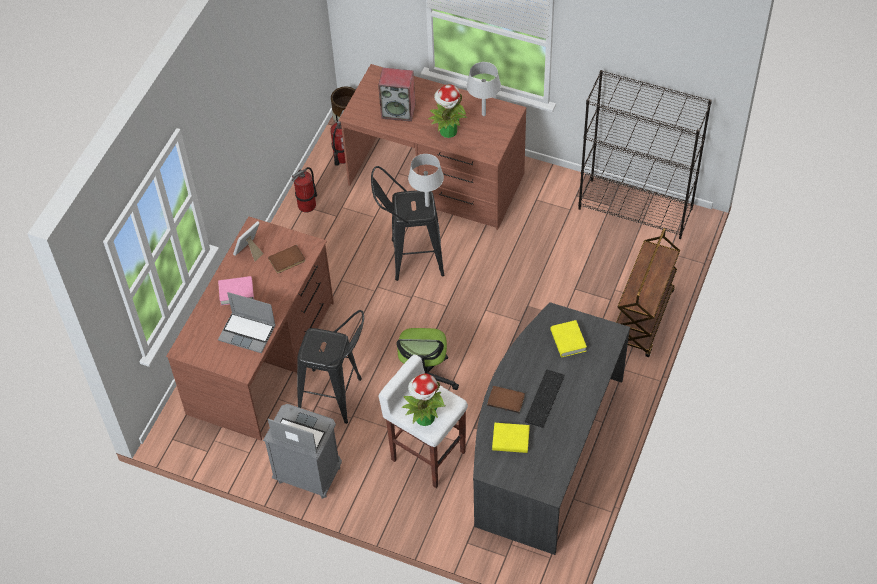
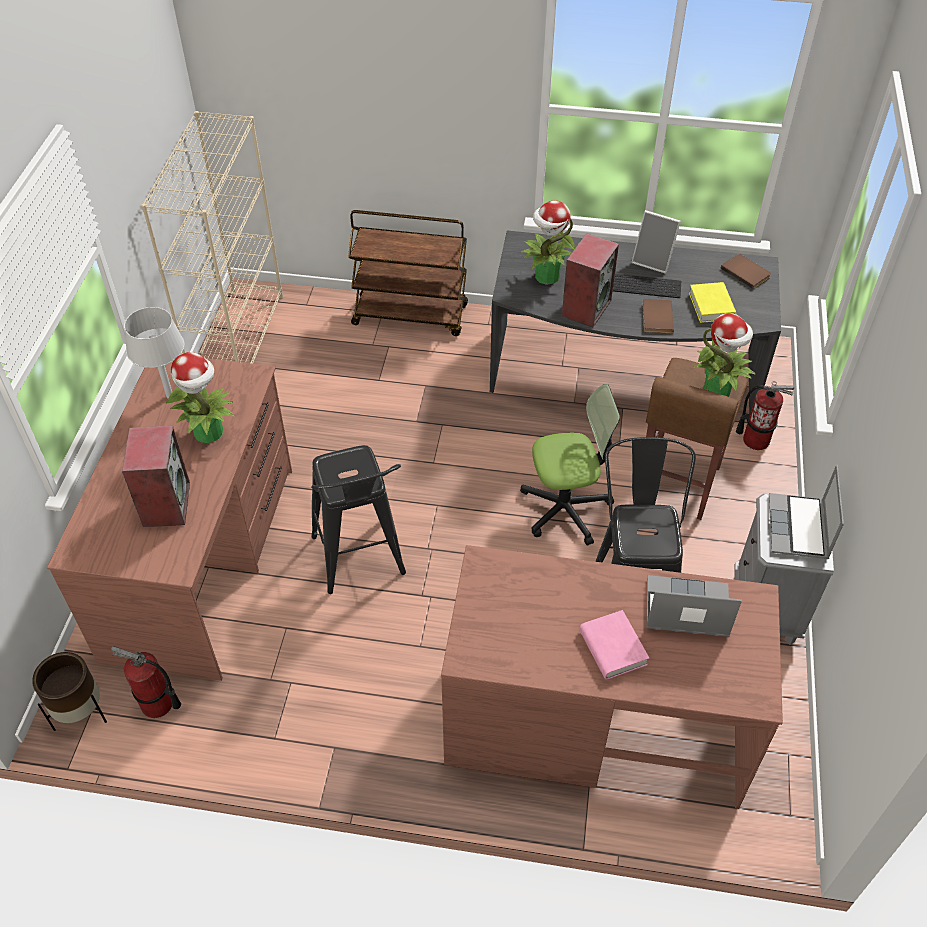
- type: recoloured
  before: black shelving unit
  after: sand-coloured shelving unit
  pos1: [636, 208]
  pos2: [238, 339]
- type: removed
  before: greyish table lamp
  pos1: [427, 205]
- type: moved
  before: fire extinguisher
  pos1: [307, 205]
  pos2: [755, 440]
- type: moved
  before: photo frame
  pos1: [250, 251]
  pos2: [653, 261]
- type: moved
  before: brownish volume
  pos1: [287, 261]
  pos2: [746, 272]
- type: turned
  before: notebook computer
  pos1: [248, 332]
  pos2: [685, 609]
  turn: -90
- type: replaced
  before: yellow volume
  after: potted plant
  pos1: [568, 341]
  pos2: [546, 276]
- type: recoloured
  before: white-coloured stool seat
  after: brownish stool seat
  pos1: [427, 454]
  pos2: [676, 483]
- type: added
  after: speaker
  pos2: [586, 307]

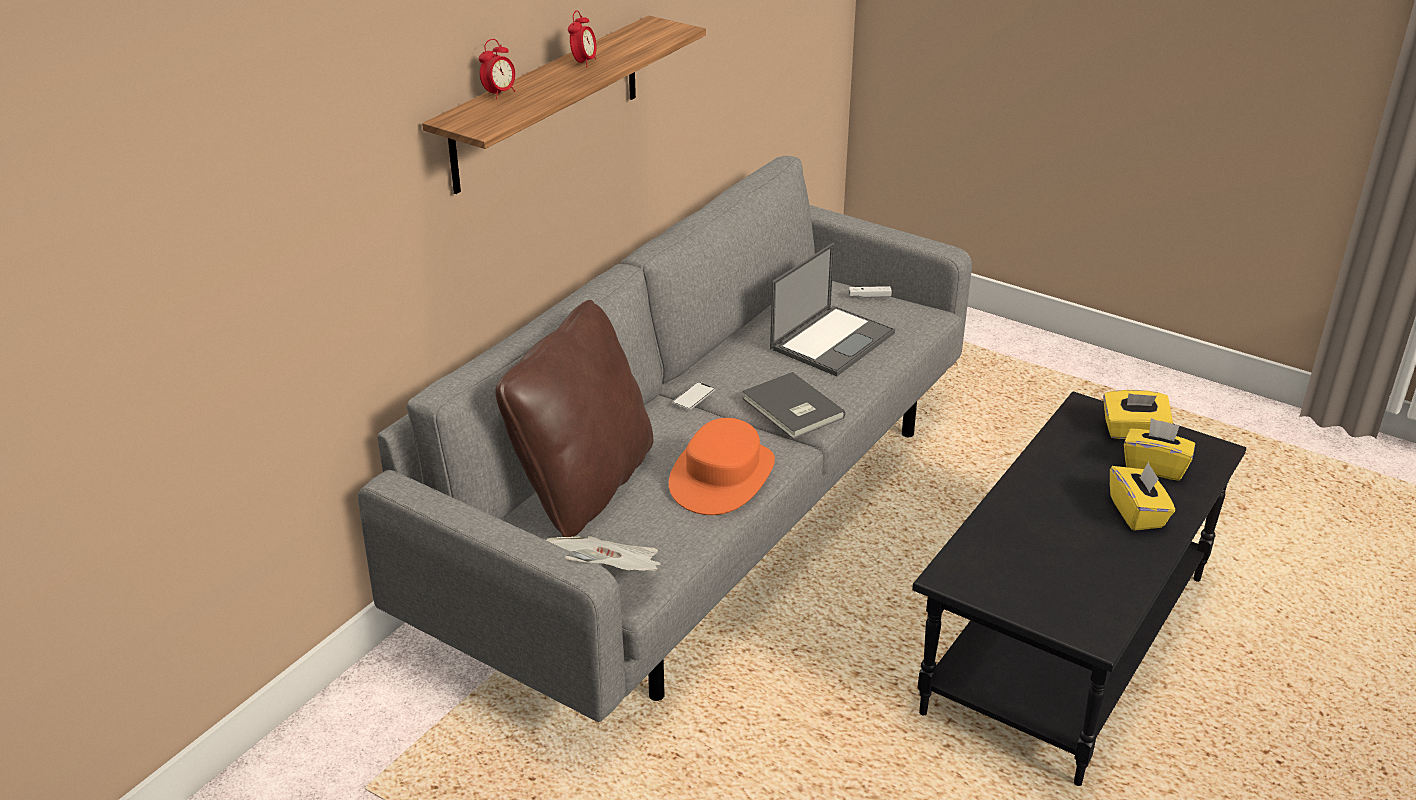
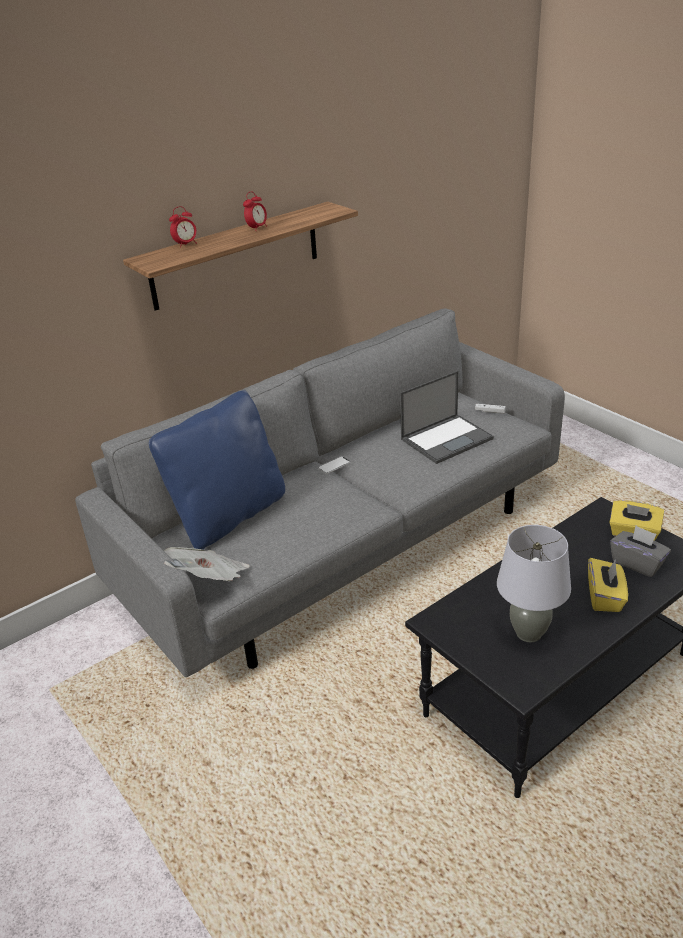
- type: recoloured
  before: brownish throw pillow
  after: blue throw pillow
  pos1: [583, 487]
  pos2: [229, 516]
- type: removed
  before: greyish volume
  pos1: [791, 409]
- type: removed
  before: orange clothing hat
  pos1: [722, 476]
- type: recoloured
  before: yellow tissue box
  after: greyish tissue box
  pos1: [1155, 466]
  pos2: [637, 563]
- type: added
  after: greyish table lamp
  pos2: [528, 633]

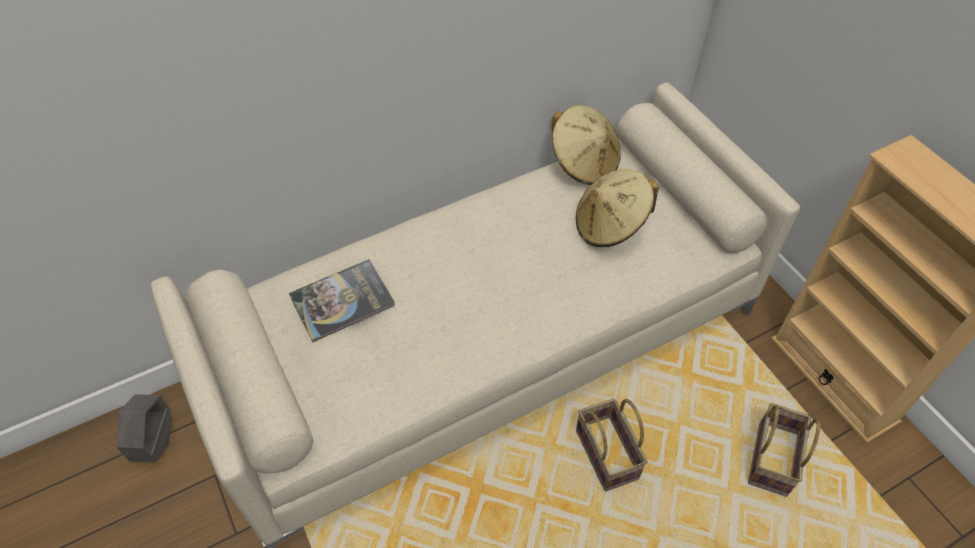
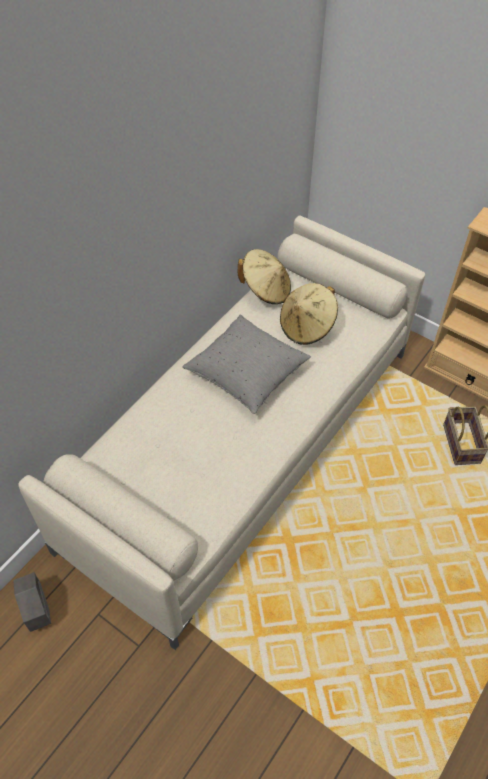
- type: removed
  before: volume
  pos1: [342, 300]
- type: removed
  before: storage basket
  pos1: [609, 455]
- type: added
  after: greyish throw pillow
  pos2: [246, 374]

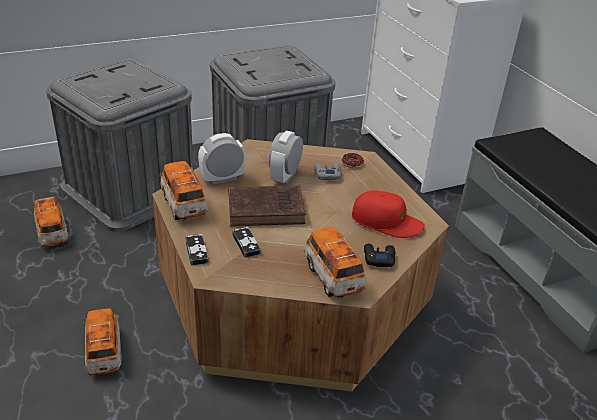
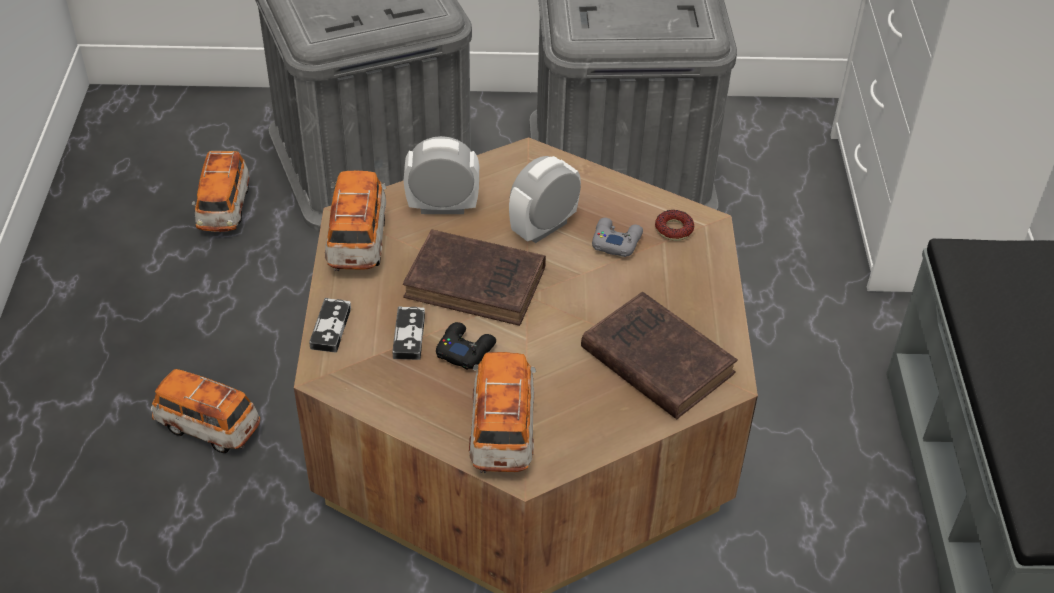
- type: replaced
  before: red-coloured peaked cap
  after: brownish volume
  pos1: [386, 222]
  pos2: [654, 359]
- type: moved
  before: black game controller
  pos1: [378, 258]
  pos2: [465, 350]
- type: turned
  before: miniature car
  pos1: [104, 353]
  pos2: [207, 426]
  turn: -75

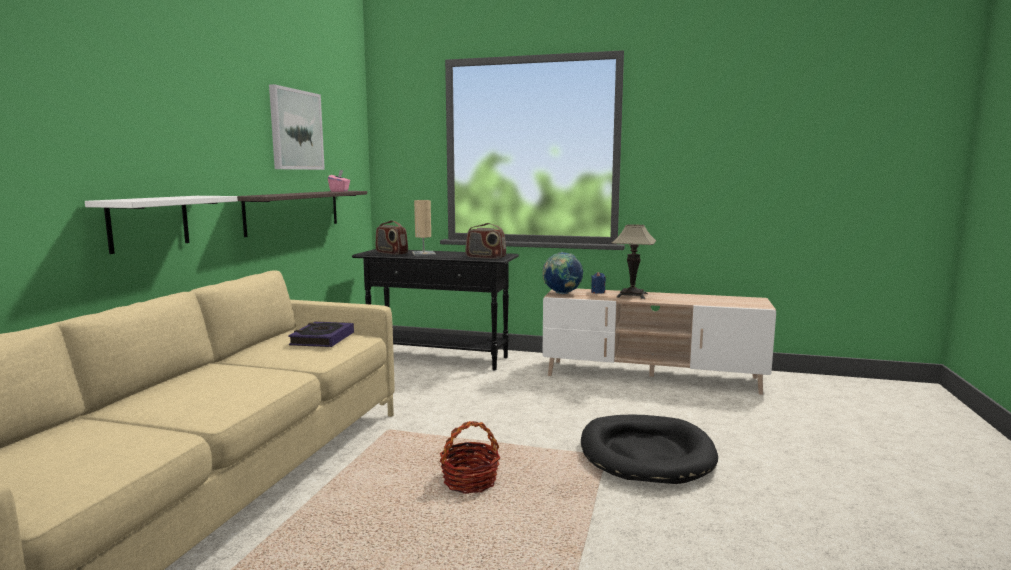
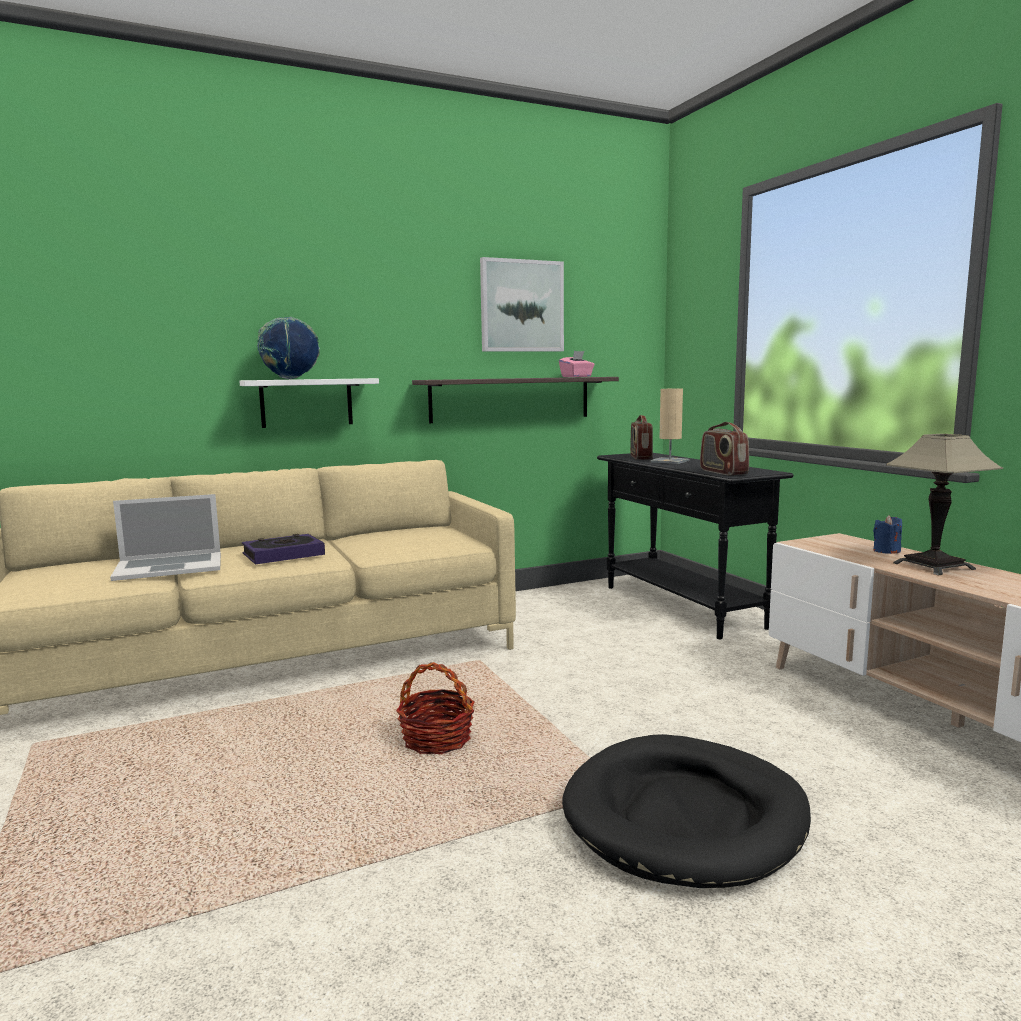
- type: moved
  before: world globe
  pos1: [562, 294]
  pos2: [290, 379]
- type: moved
  before: volume
  pos1: [322, 339]
  pos2: [283, 555]
- type: added
  after: notebook computer
  pos2: [169, 566]

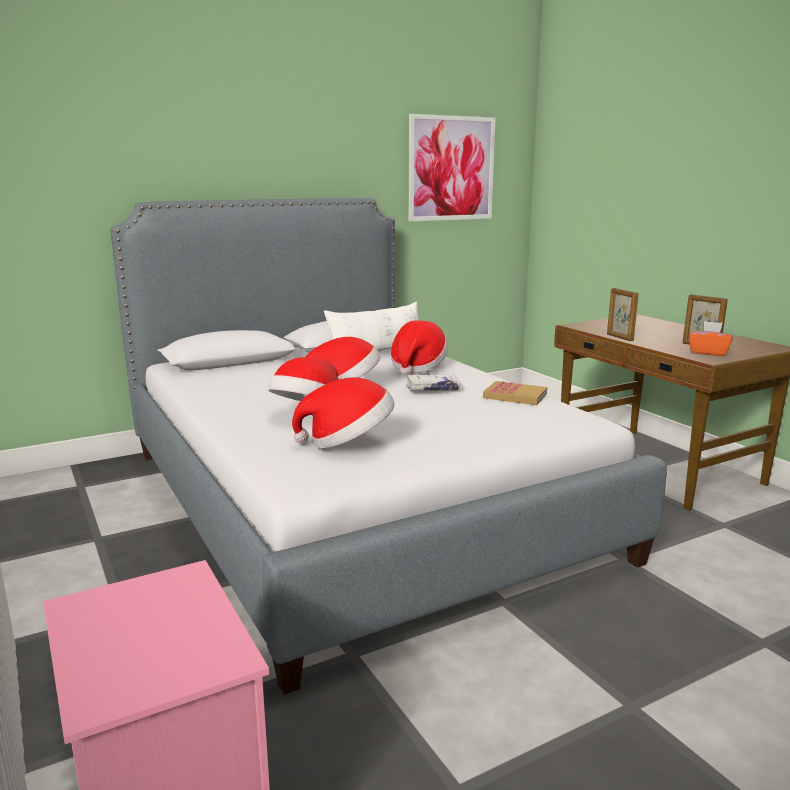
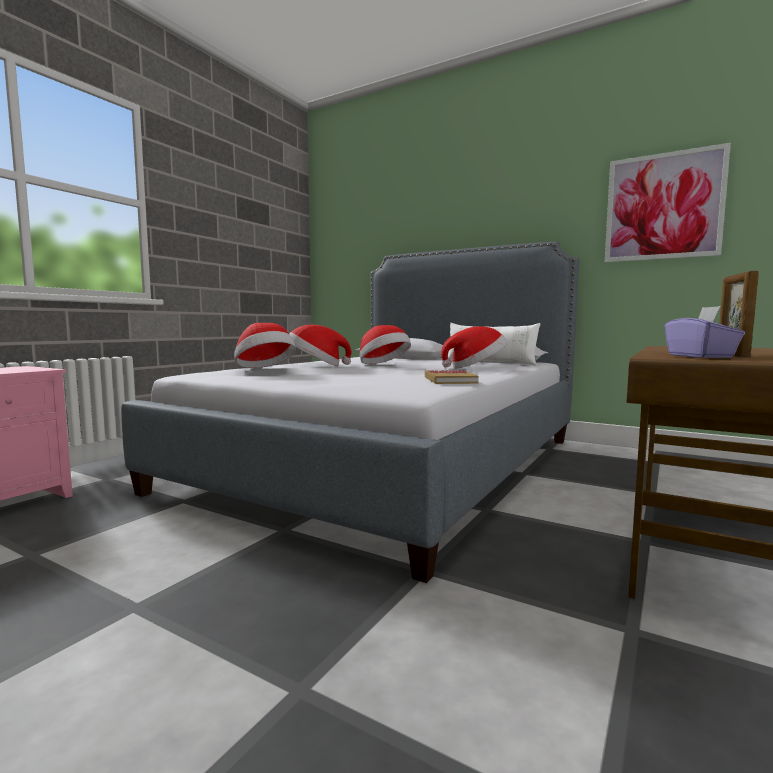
- type: removed
  before: photo frame
  pos1: [619, 337]
- type: recoloured
  before: orange tissue box
  after: purplish tissue box
  pos1: [708, 353]
  pos2: [700, 356]
- type: removed
  before: white-coloured volume
  pos1: [432, 389]

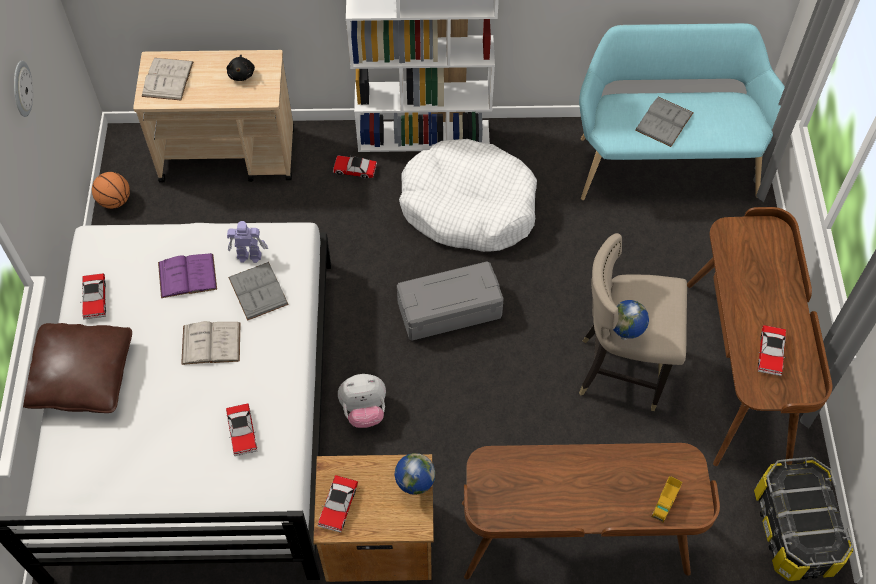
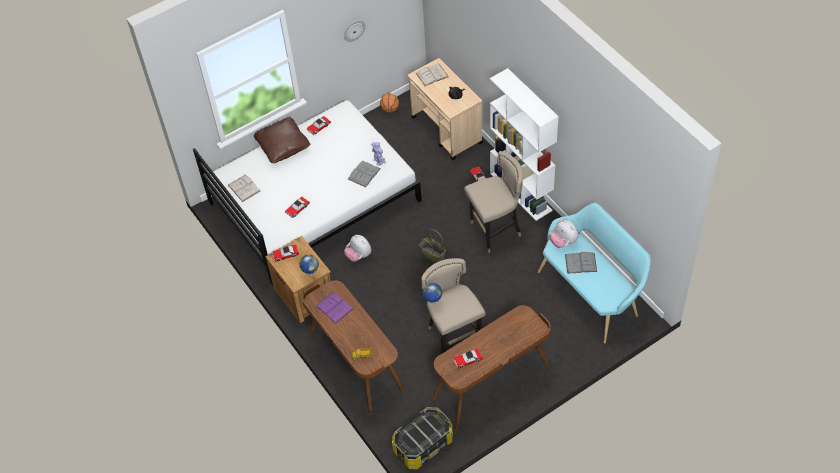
- type: replaced
  before: white-coloured dog bed
  after: sand-coloured stool seat
  pos1: [468, 206]
  pos2: [495, 231]
- type: moved
  before: purplish volume
  pos1: [187, 276]
  pos2: [334, 307]
- type: replaced
  before: greyish storage bin
  after: storage basket
  pos1: [449, 309]
  pos2: [433, 256]
- type: moved
  before: white-coloured volume
  pos1: [211, 343]
  pos2: [244, 188]
- type: added
  after: plush toy
  pos2: [563, 242]

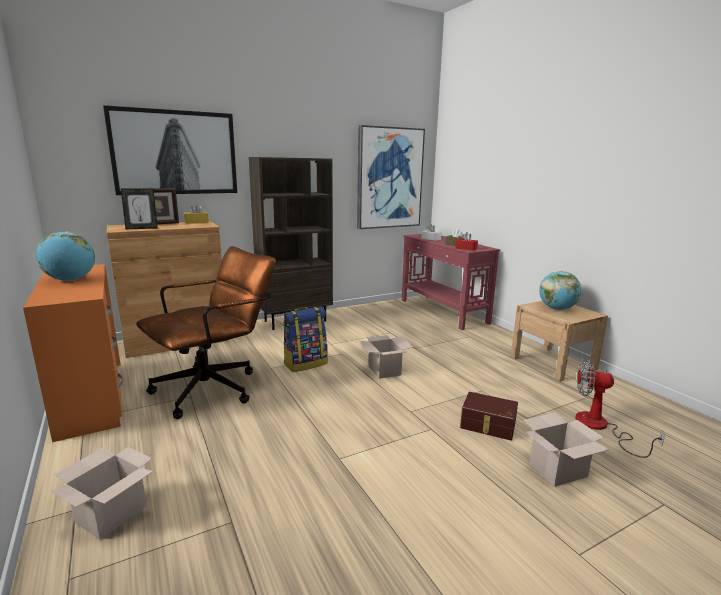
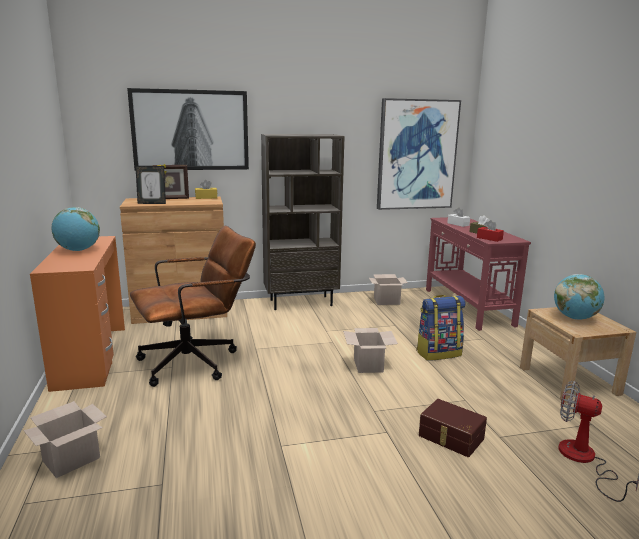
- type: moved
  before: backpack
  pos1: [305, 363]
  pos2: [438, 353]
- type: moved
  before: cardboard box
  pos1: [558, 469]
  pos2: [387, 301]

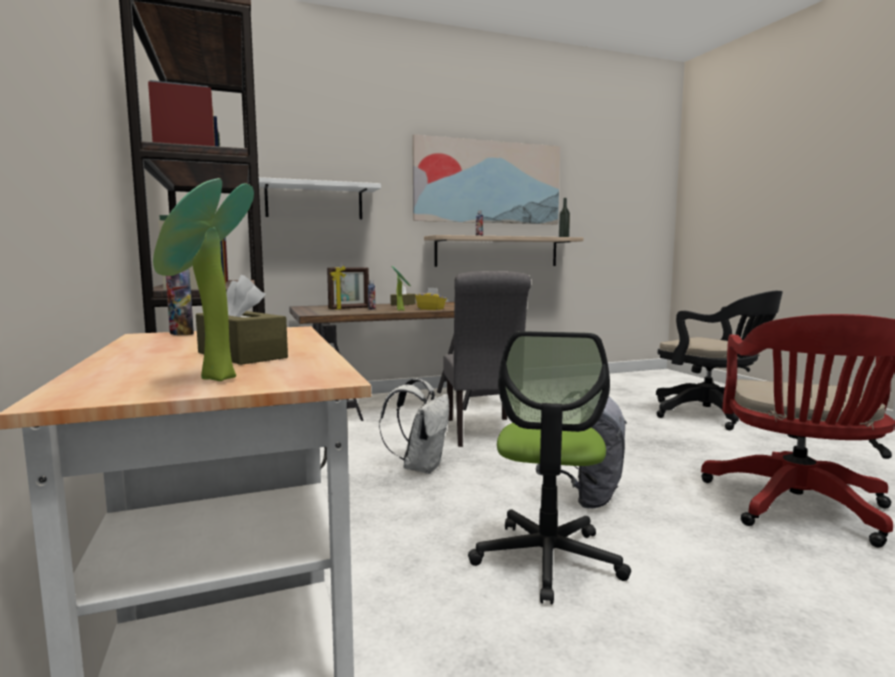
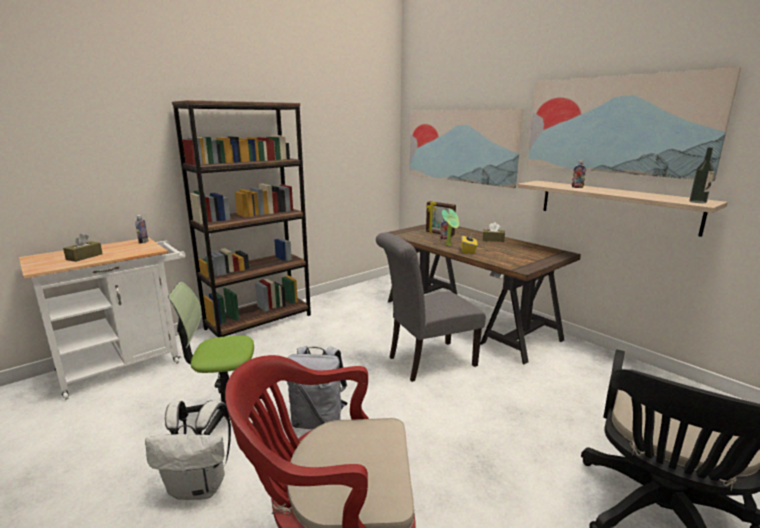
- type: replaced
  before: white-coloured shelf
  after: wall picture
  pos1: [314, 201]
  pos2: [460, 146]
- type: removed
  before: potted plant
  pos1: [210, 380]
- type: moved
  before: white-coloured backpack
  pos1: [421, 467]
  pos2: [199, 487]

